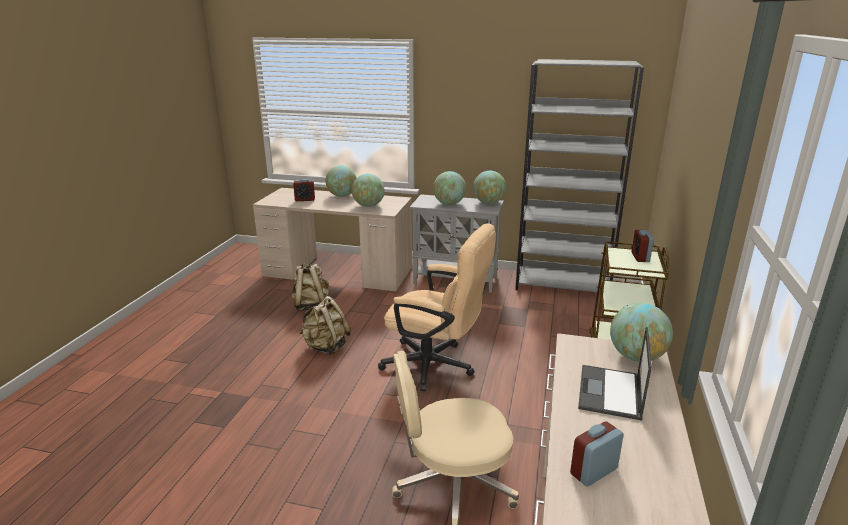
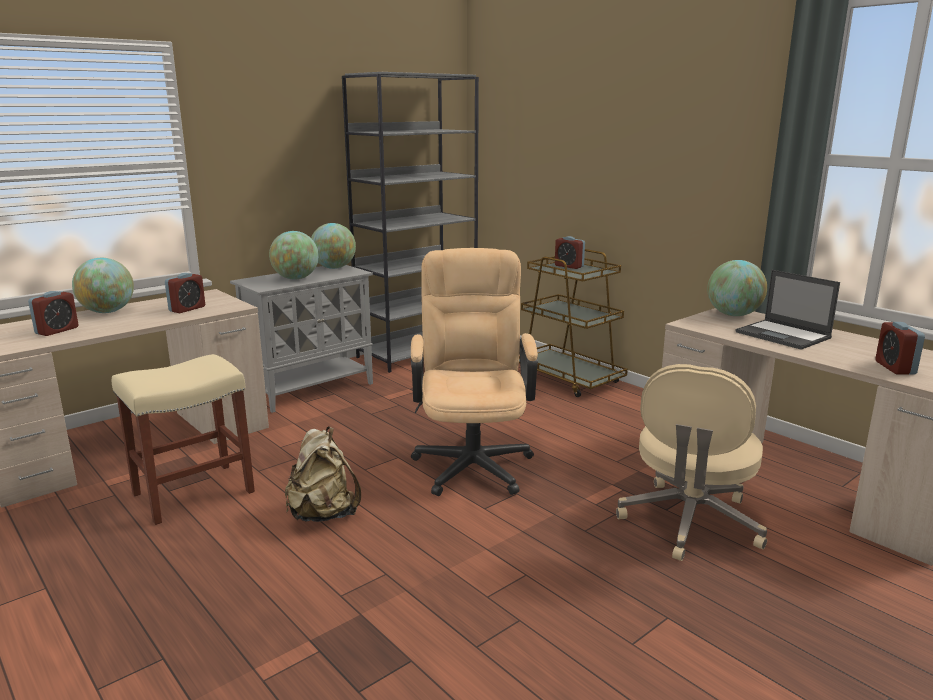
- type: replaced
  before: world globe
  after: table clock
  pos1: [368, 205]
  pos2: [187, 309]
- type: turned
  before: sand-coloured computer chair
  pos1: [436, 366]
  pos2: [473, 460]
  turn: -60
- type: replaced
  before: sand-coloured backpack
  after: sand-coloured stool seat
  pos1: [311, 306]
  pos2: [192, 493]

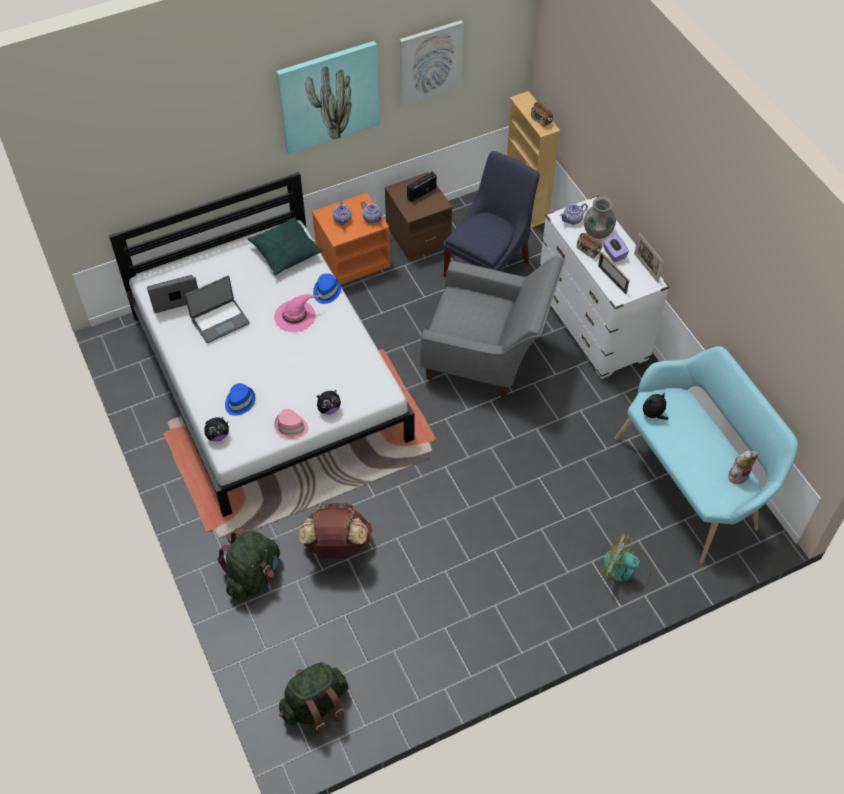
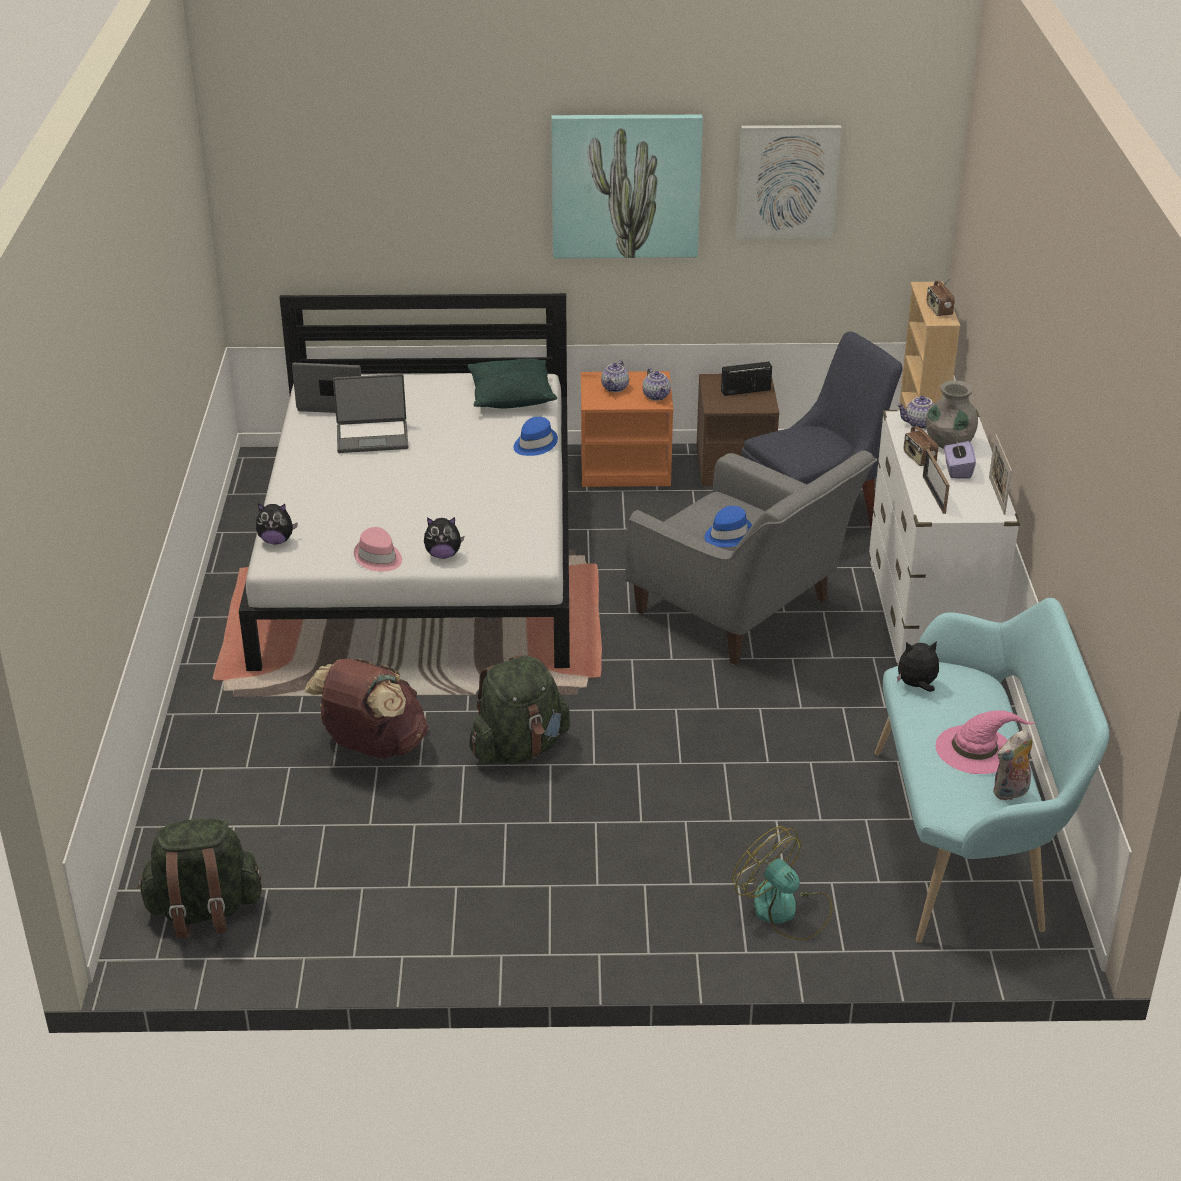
- type: moved
  before: pinkish clothing hat
  pos1: [295, 315]
  pos2: [975, 749]
- type: moved
  before: blue clothing hat
  pos1: [239, 402]
  pos2: [727, 534]
- type: turned
  before: plush toy
  pos1: [738, 475]
  pos2: [1011, 793]
  turn: 150
- type: moved
  before: greenish backpack
  pos1: [253, 576]
  pos2: [519, 748]

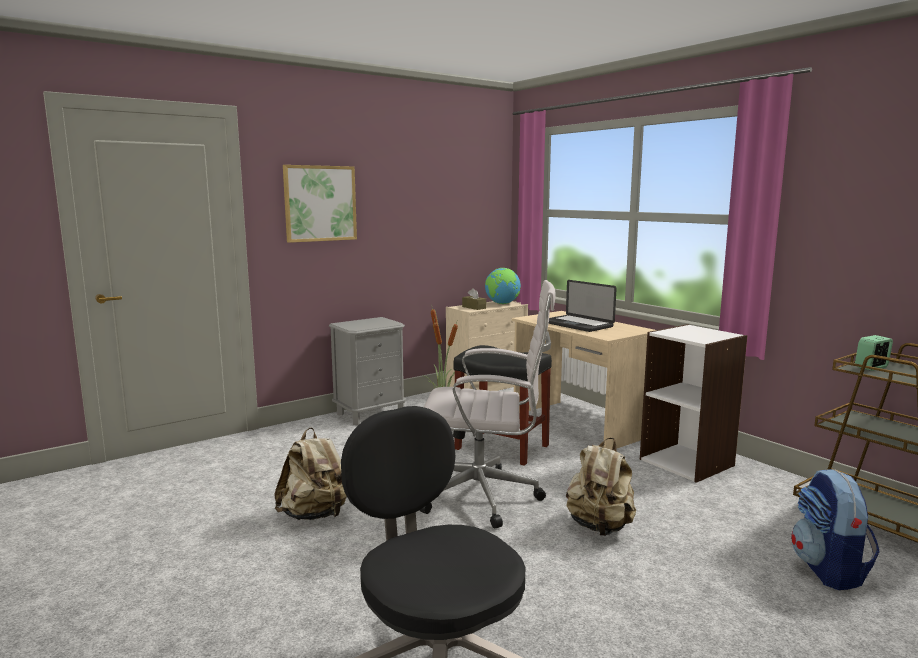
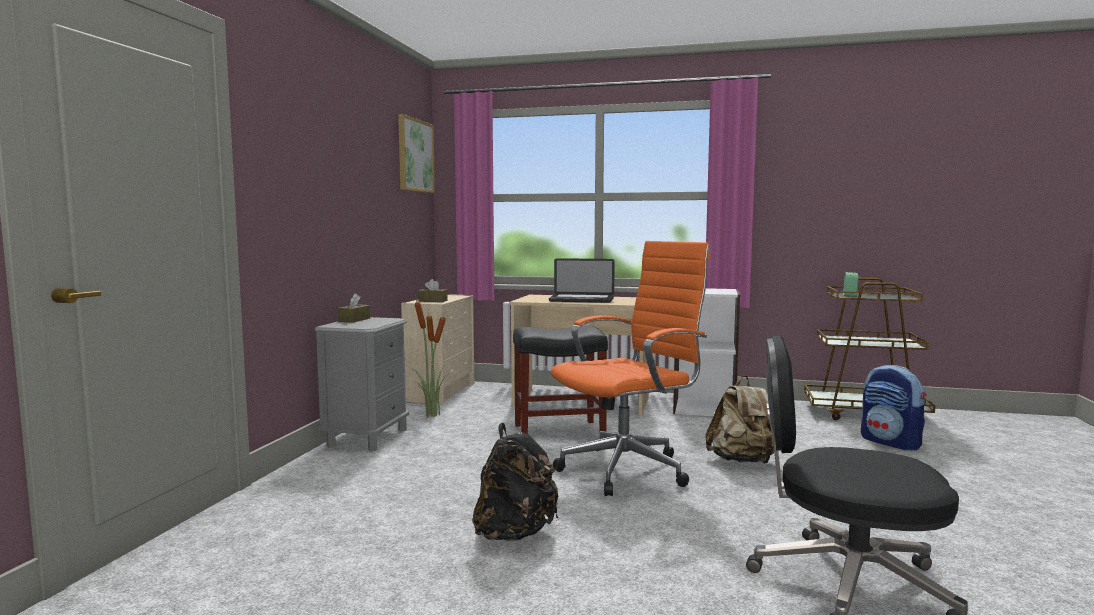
- type: moved
  before: wall picture
  pos1: [320, 203]
  pos2: [415, 155]
- type: removed
  before: world globe
  pos1: [502, 304]
- type: recoloured
  before: white-coloured computer chair
  after: orange computer chair
  pos1: [486, 497]
  pos2: [629, 469]
- type: recoloured
  before: sand-coloured backpack
  after: black backpack
  pos1: [315, 515]
  pos2: [515, 533]
- type: added
  after: brownish tissue box
  pos2: [354, 320]

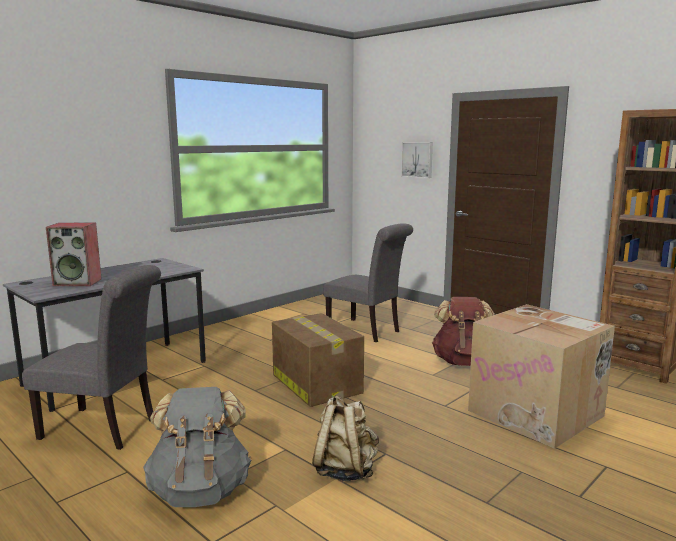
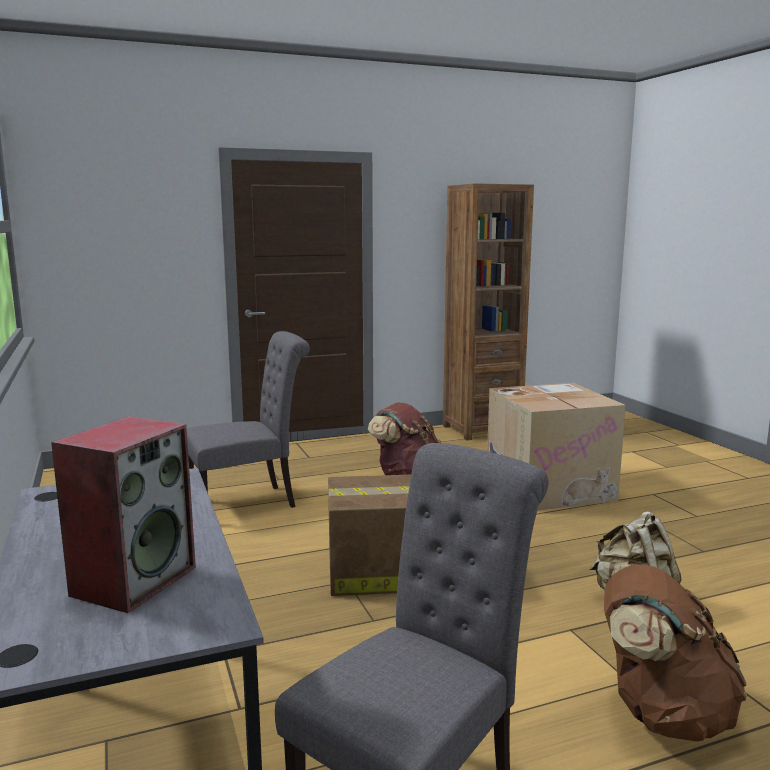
- type: removed
  before: wall picture
  pos1: [417, 159]
- type: recoloured
  before: greyish backpack
  after: brownish backpack
  pos1: [200, 490]
  pos2: [661, 713]

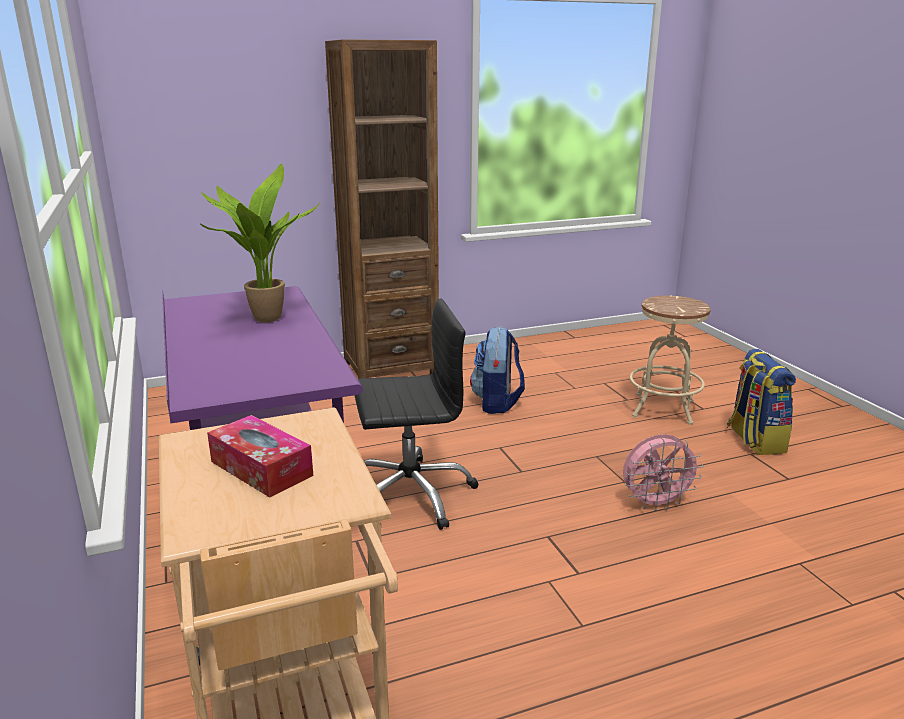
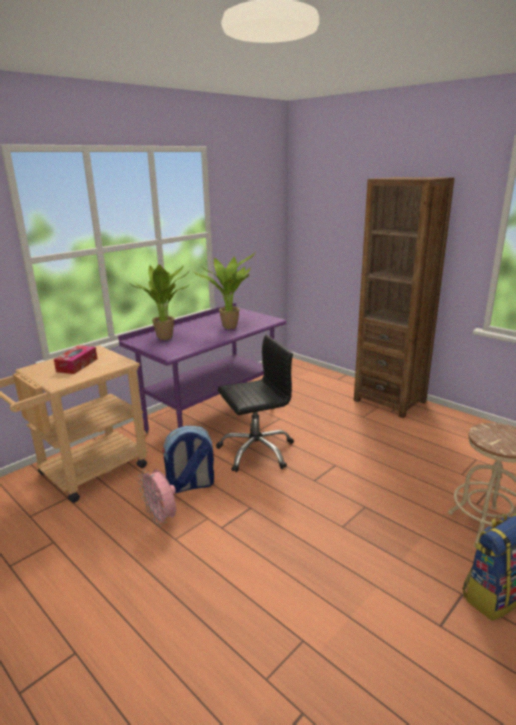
- type: turned
  before: black computer chair
  pos1: [410, 494]
  pos2: [256, 451]
  turn: -75
- type: moved
  before: backpack
  pos1: [497, 403]
  pos2: [190, 485]
- type: moved
  before: pinkish cooling fan
  pos1: [655, 504]
  pos2: [161, 518]
- type: added
  after: potted plant
  pos2: [167, 338]

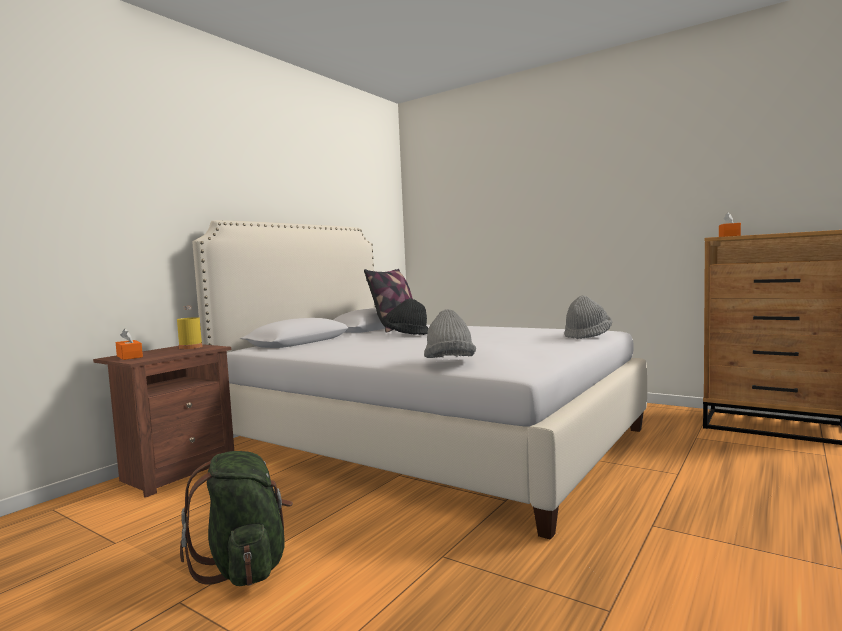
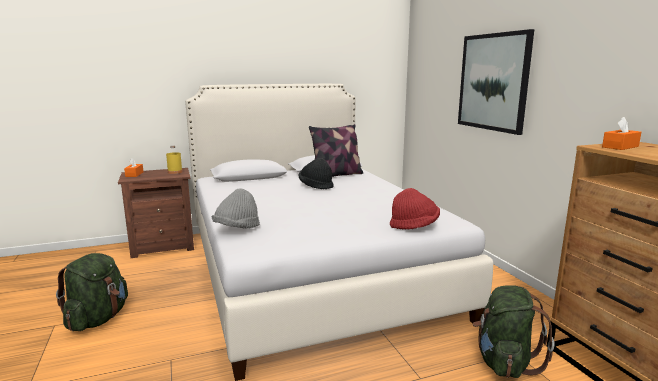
- type: recoloured
  before: greyish clothing hat
  after: red-coloured clothing hat
  pos1: [587, 336]
  pos2: [414, 226]
- type: added
  after: wall picture
  pos2: [493, 82]
- type: added
  after: greenish backpack
  pos2: [504, 362]

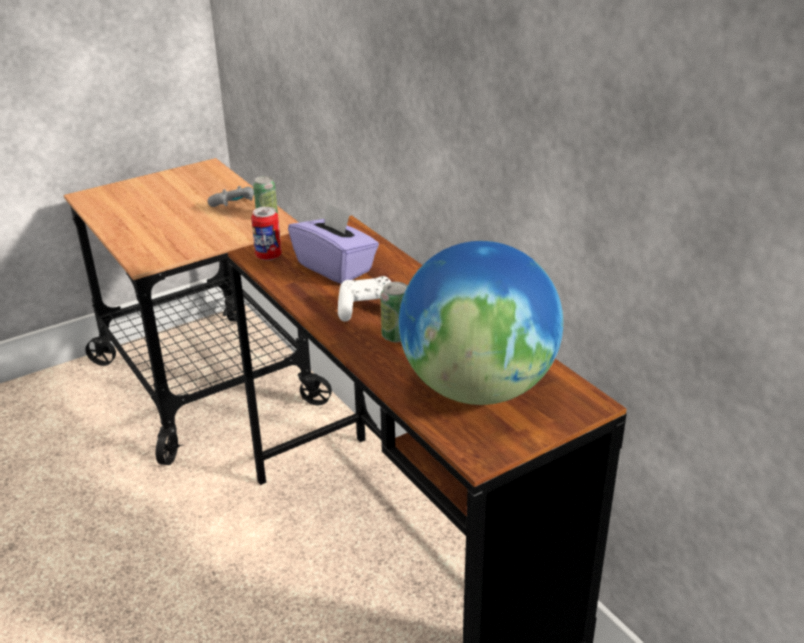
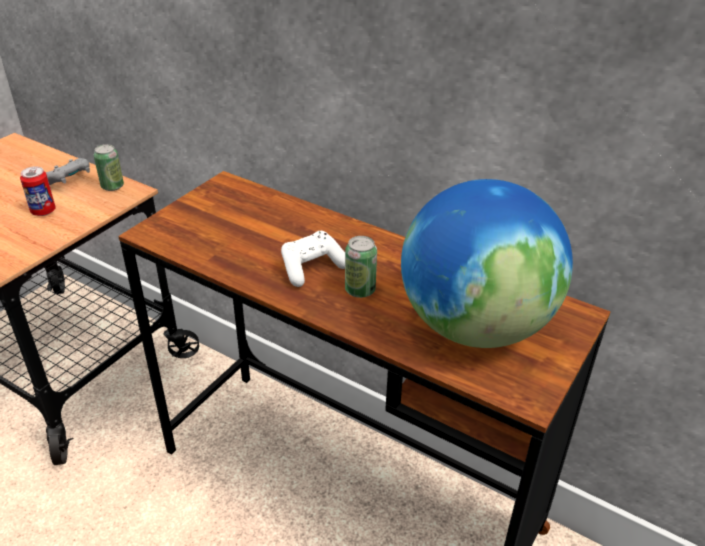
- type: removed
  before: purplish tissue box
  pos1: [335, 267]
- type: moved
  before: metal can
  pos1: [268, 256]
  pos2: [43, 211]

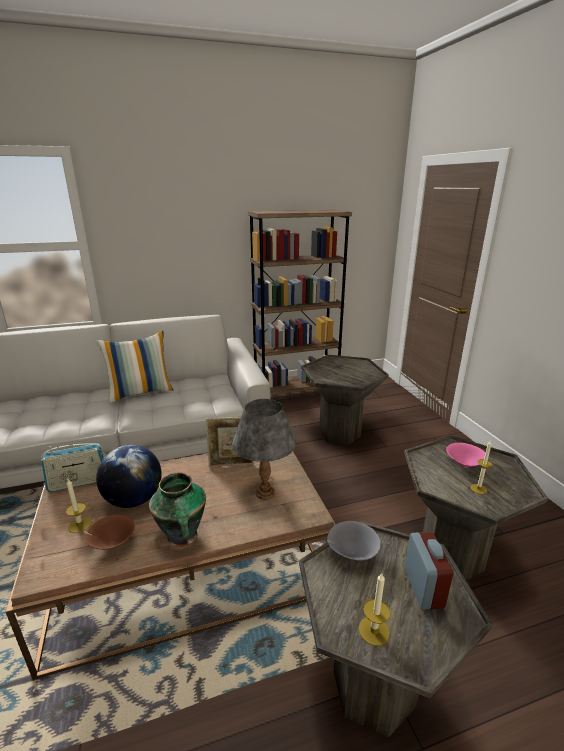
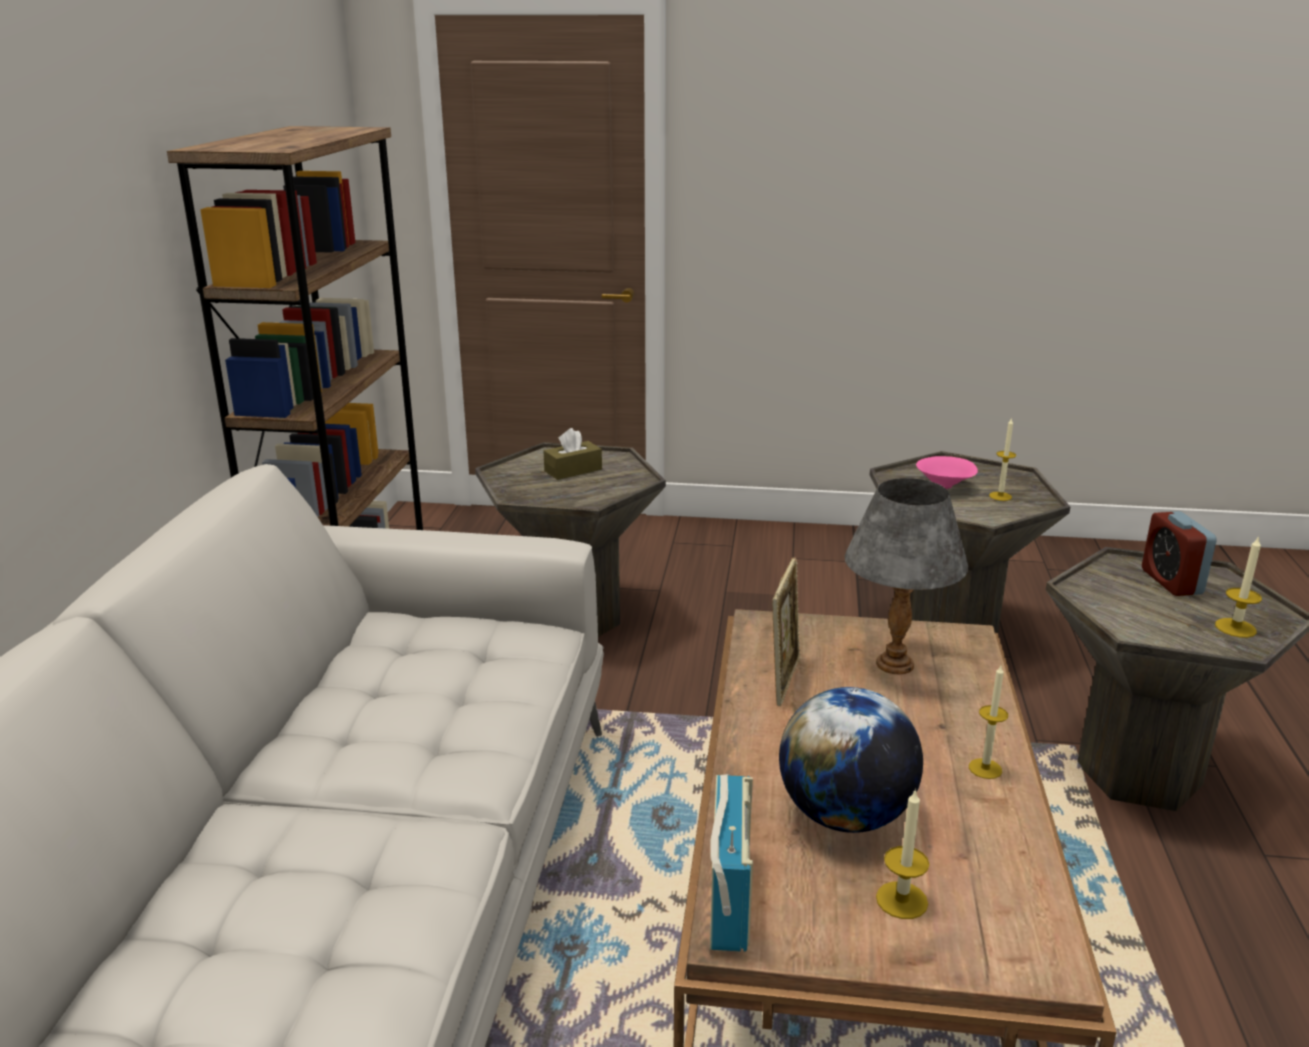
- type: removed
  before: throw pillow
  pos1: [140, 392]
- type: replaced
  before: flower vase
  after: wax candle
  pos1: [182, 537]
  pos2: [985, 768]
- type: removed
  before: brownish bowl
  pos1: [111, 544]
- type: removed
  before: greyish bowl
  pos1: [351, 553]
- type: turned
  before: table clock
  pos1: [423, 587]
  pos2: [1171, 582]
  turn: -120
- type: added
  after: brownish tissue box
  pos2: [573, 470]

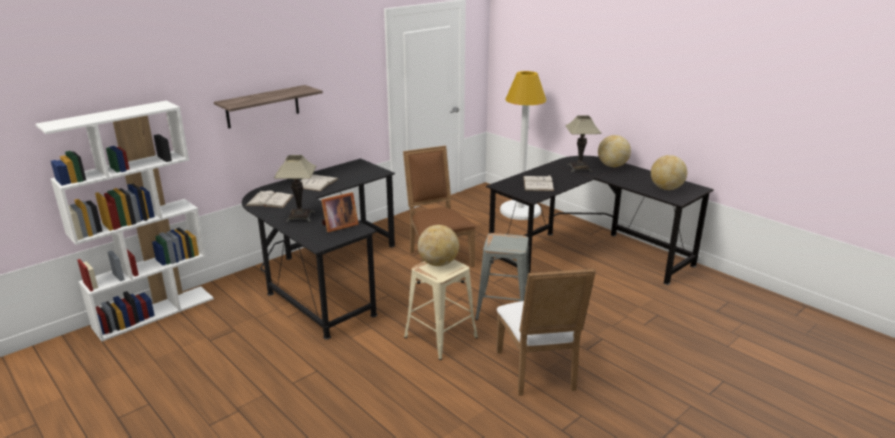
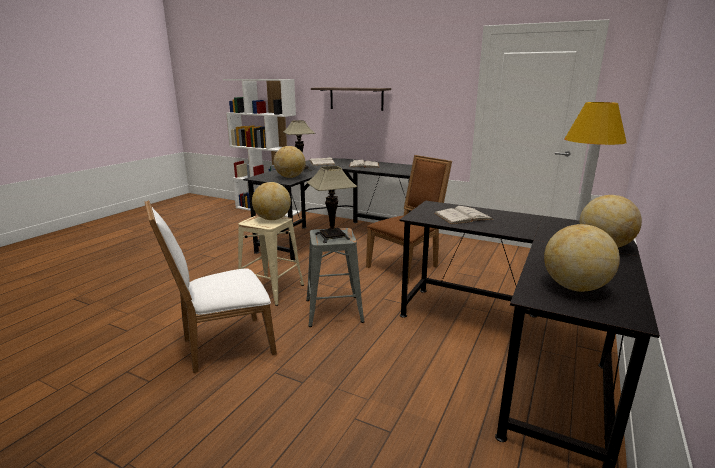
- type: moved
  before: table lamp
  pos1: [579, 168]
  pos2: [332, 236]
- type: replaced
  before: photo frame
  after: world globe
  pos1: [338, 226]
  pos2: [290, 177]

